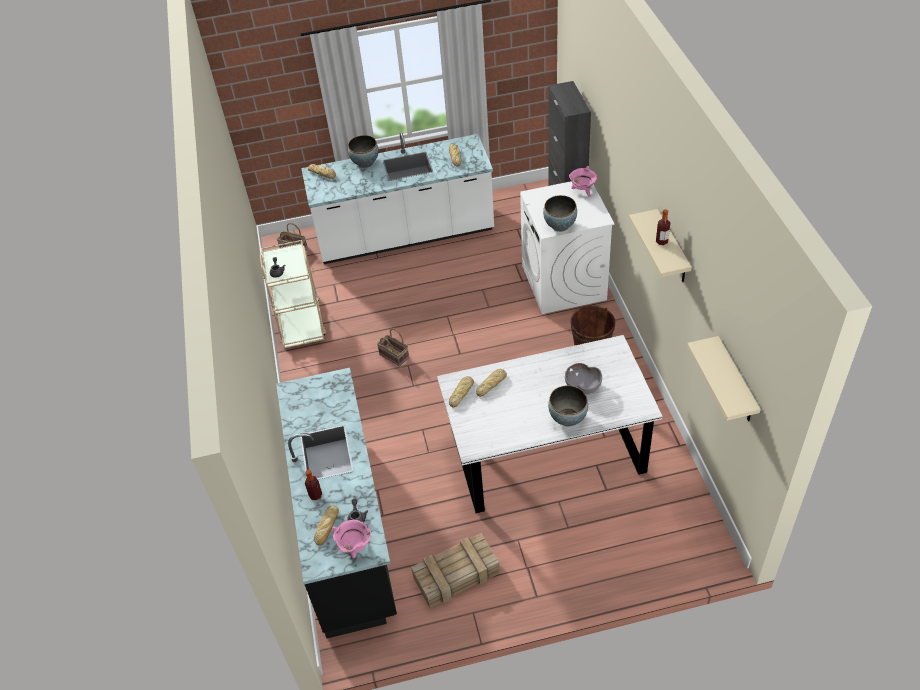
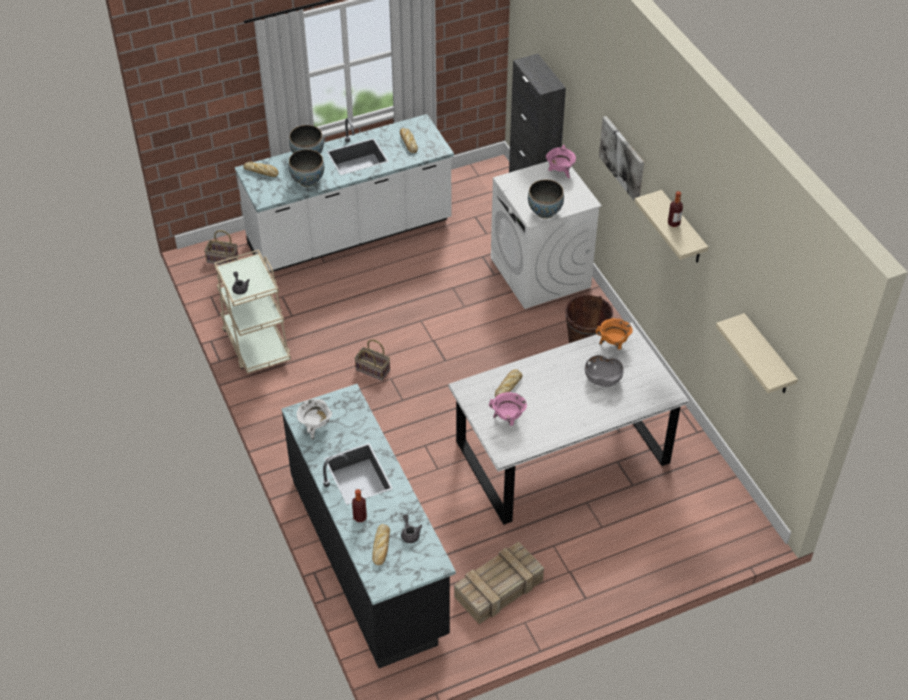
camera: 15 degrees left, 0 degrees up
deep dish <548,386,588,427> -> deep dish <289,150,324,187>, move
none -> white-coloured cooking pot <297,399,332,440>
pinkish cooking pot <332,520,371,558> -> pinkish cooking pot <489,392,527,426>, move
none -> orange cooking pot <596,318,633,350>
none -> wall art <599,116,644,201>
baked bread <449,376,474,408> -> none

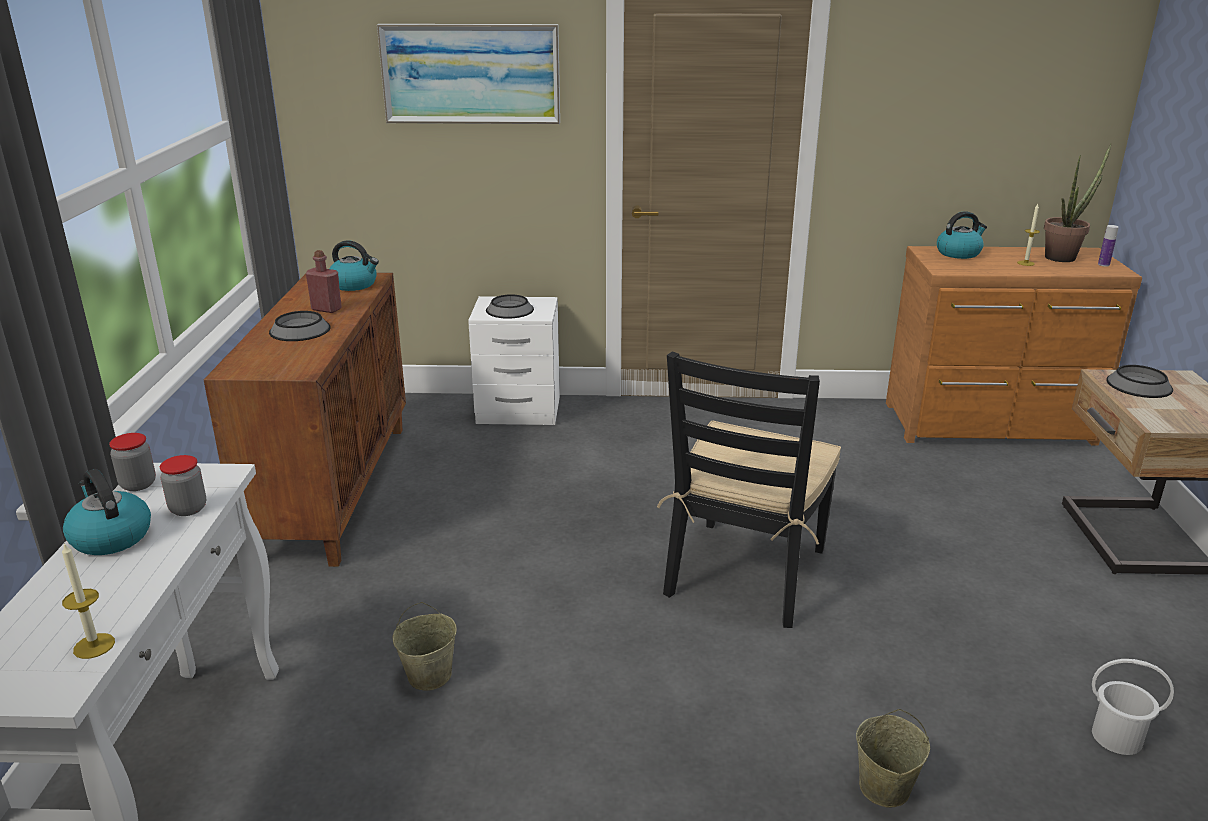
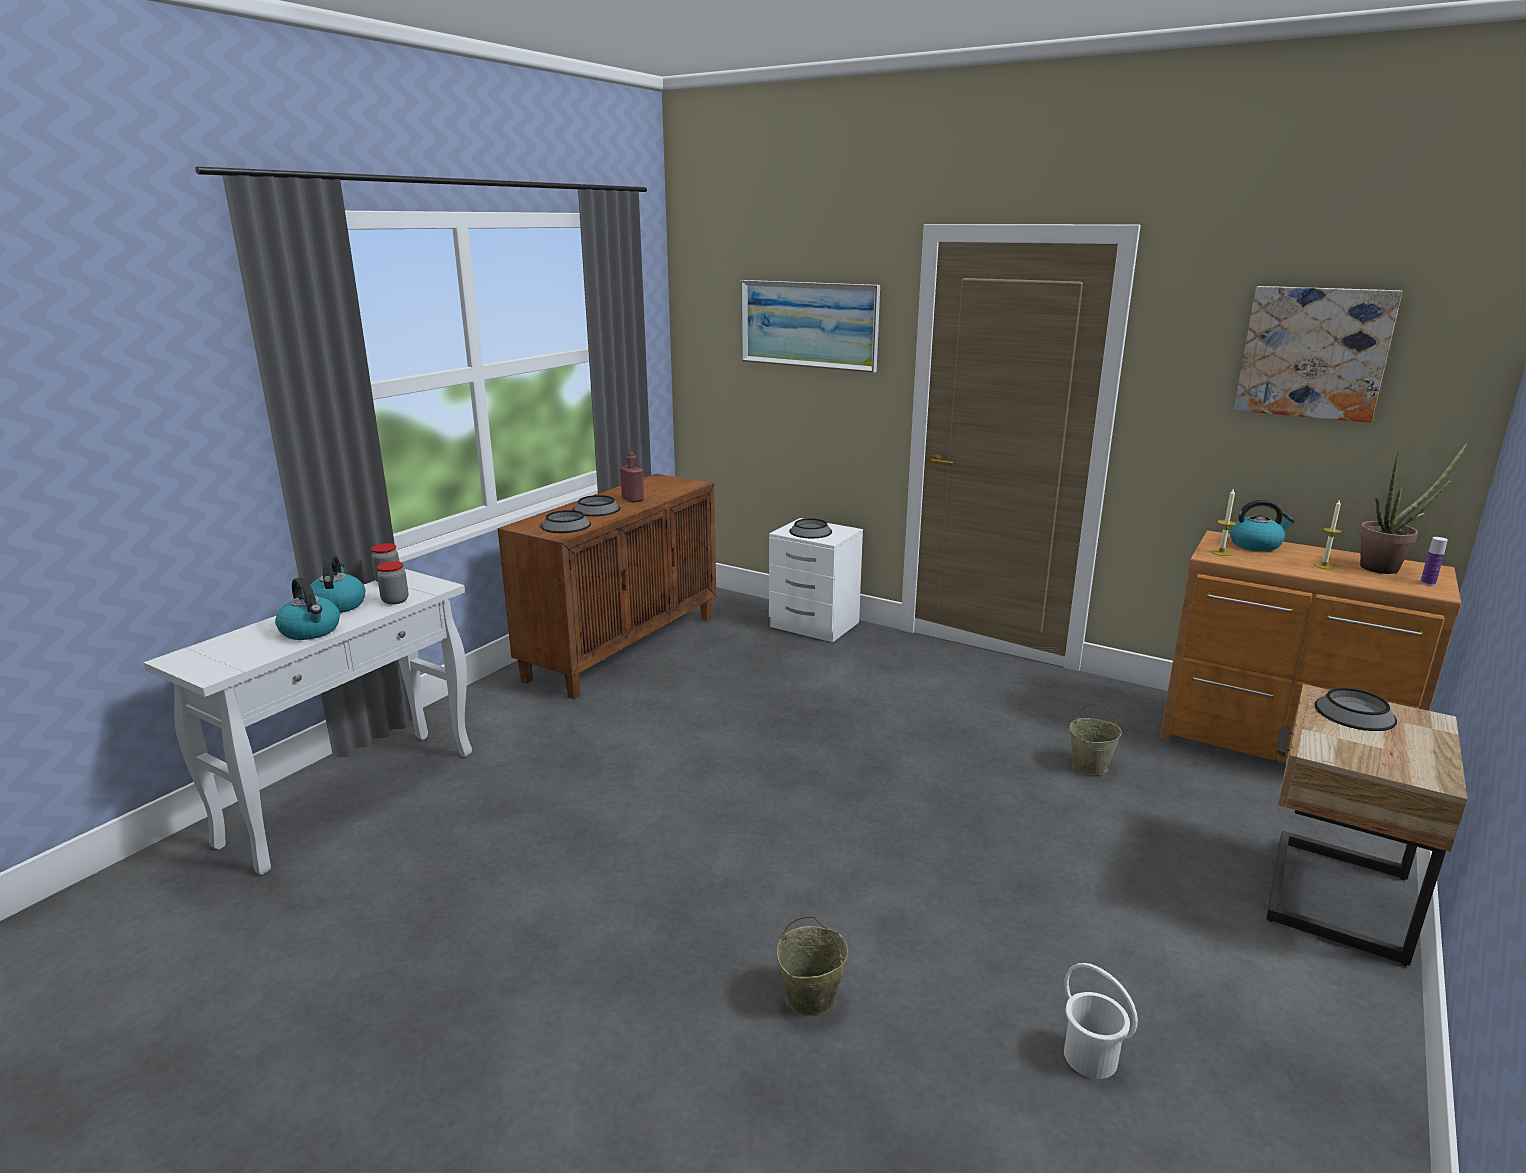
camera: 30 degrees right, 5 degrees down
water kettle <330,241,379,291> -> water kettle <275,577,340,640>, move
none -> deep dish <541,510,591,533>
sand-coloured water bucket <393,602,457,691> -> sand-coloured water bucket <1069,703,1122,775>, move
wax light <62,543,115,659> -> wax light <1210,489,1237,556>, move
none -> wall art <1234,286,1402,423>
black-coloured upright chair <657,351,841,628> -> none

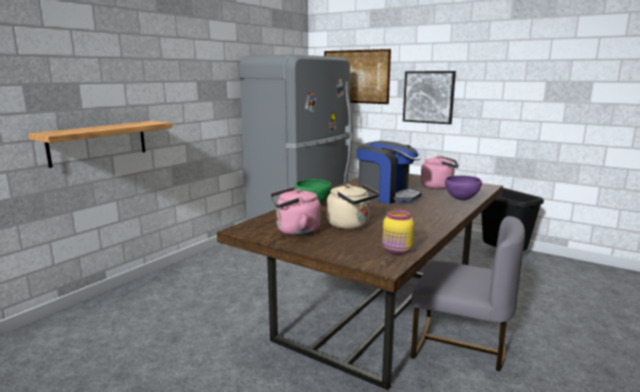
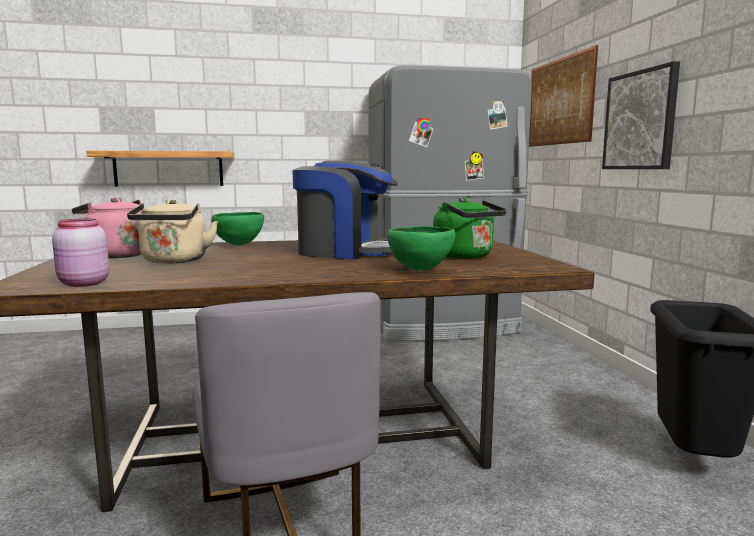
camera: 45 degrees right, 5 degrees down
yellow storage jar <382,209,414,255> -> pinkish storage jar <52,219,109,287>
coffee maker <357,141,422,204> -> coffee maker <292,160,398,259>, 60 degrees counterclockwise
purple deep dish <445,176,482,200> -> green-coloured deep dish <387,226,455,271>
pinkish water kettle <421,156,458,189> -> green-coloured water kettle <433,198,507,259>

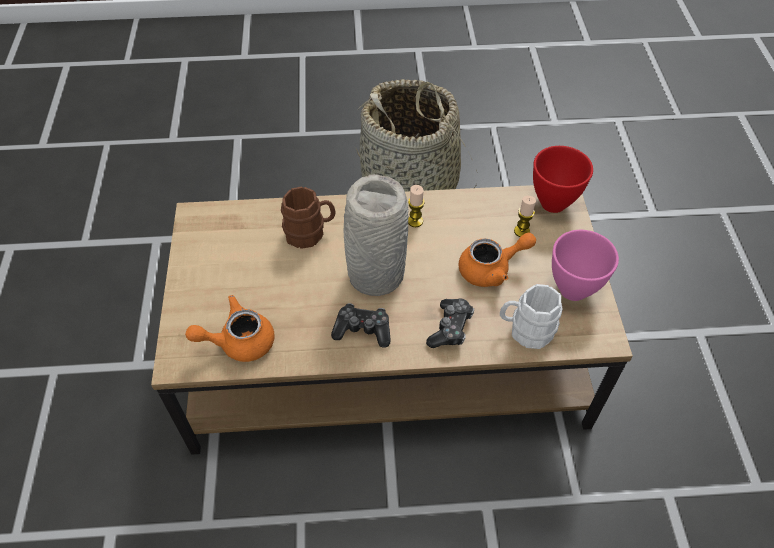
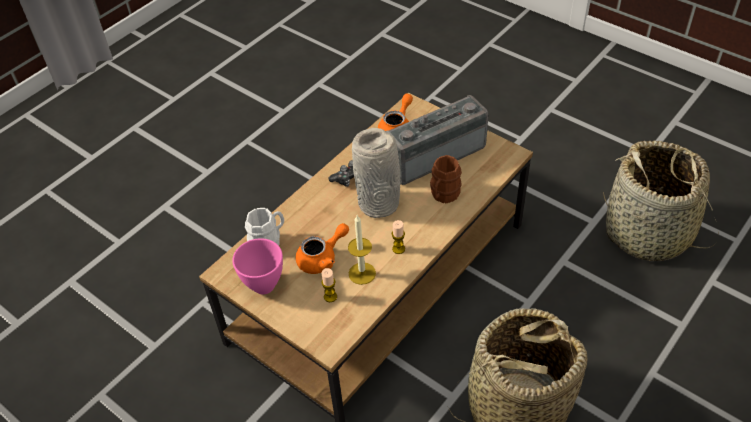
camera: 135 degrees right, 5 degrees down
orange teapot <459,232,536,287> -> orange teapot <296,223,349,274>, 150 degrees counterclockwise
none -> wax light <348,215,376,285>
none -> radio <386,95,489,185>
none -> household basket <603,140,719,261>
joypad <426,299,474,348> -> none
reddish deep dish <533,146,593,213> -> none

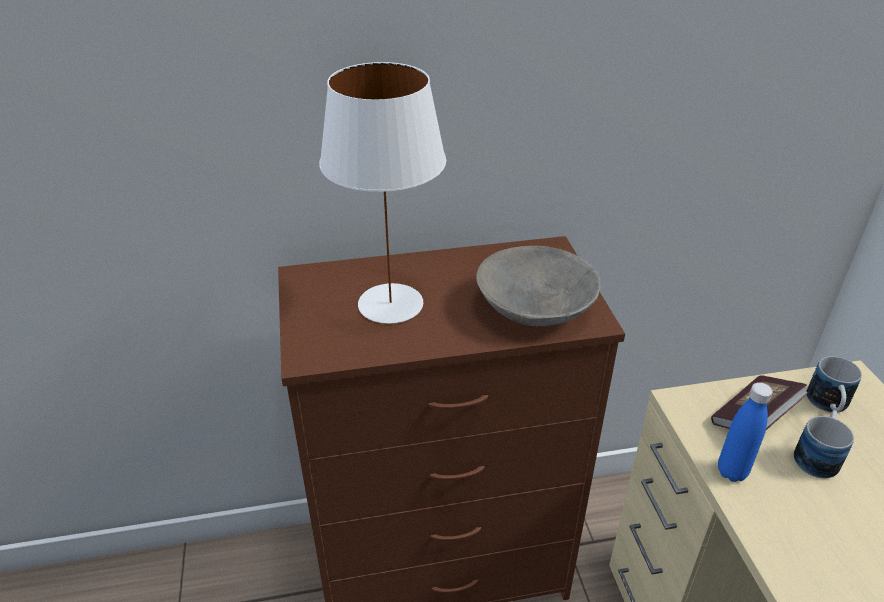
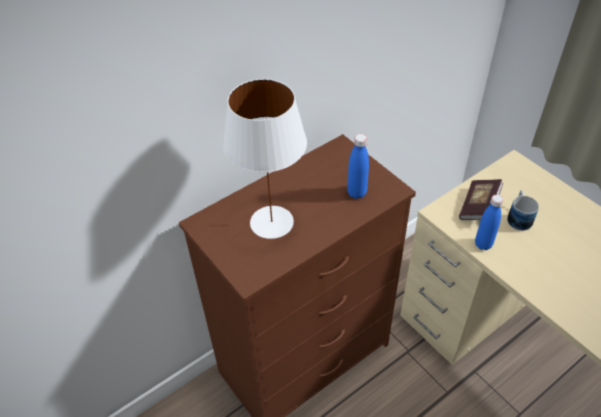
camera: 25 degrees left, 10 degrees up
greyish deep dish <476,246,601,326> -> blue-coloured beverage bottle <347,134,369,199>
tea mug <807,356,862,413> -> none

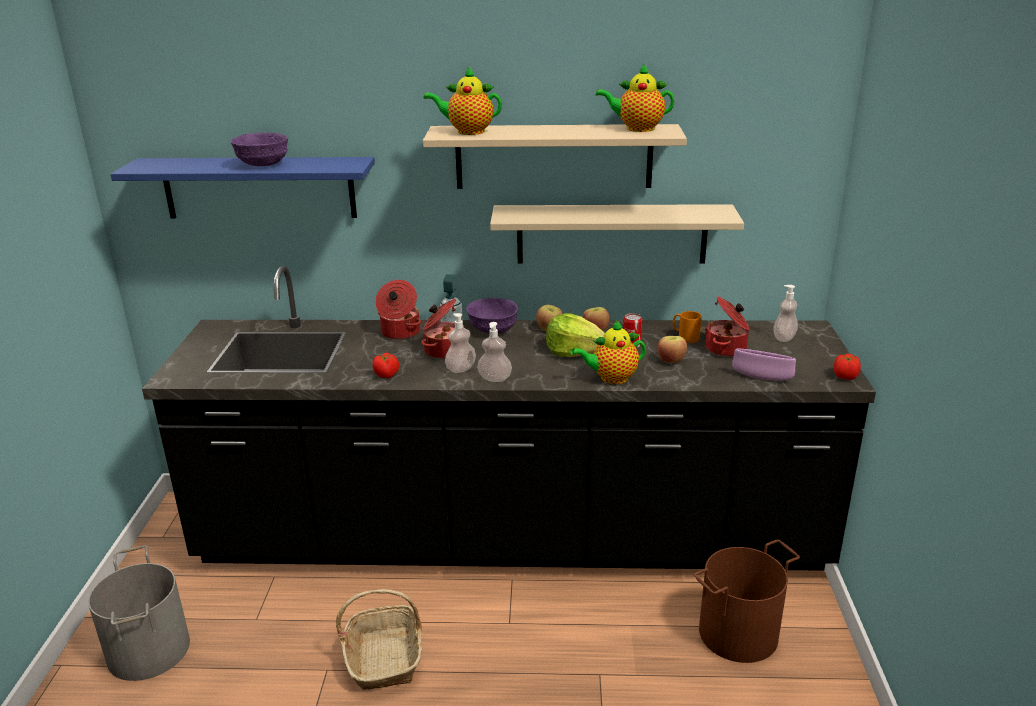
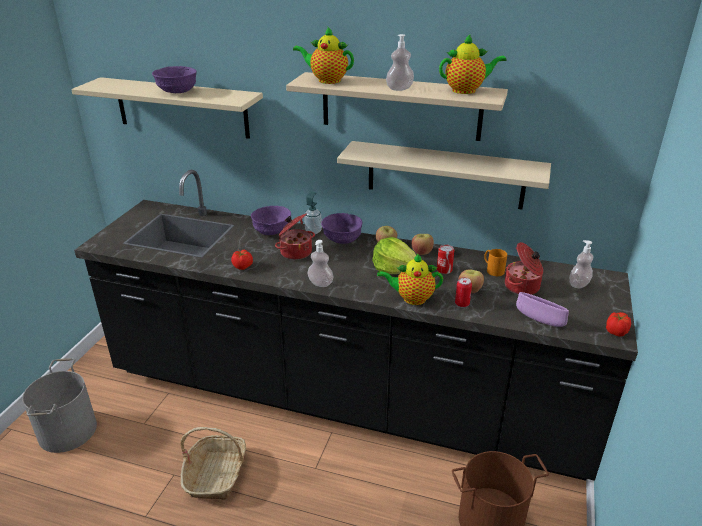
camera: 15 degrees right, 5 degrees up
blue-coloured wall shelf <110,157,375,218> -> sand-coloured wall shelf <71,77,263,139>
cooking pot <375,280,421,340> -> purple deep dish <251,206,291,235>
soap dispenser <445,313,476,373> -> soap dispenser <386,34,414,91>, move
teapot <596,63,675,132> -> teapot <439,34,506,94>, 150 degrees clockwise
none -> metal can <455,277,472,307>

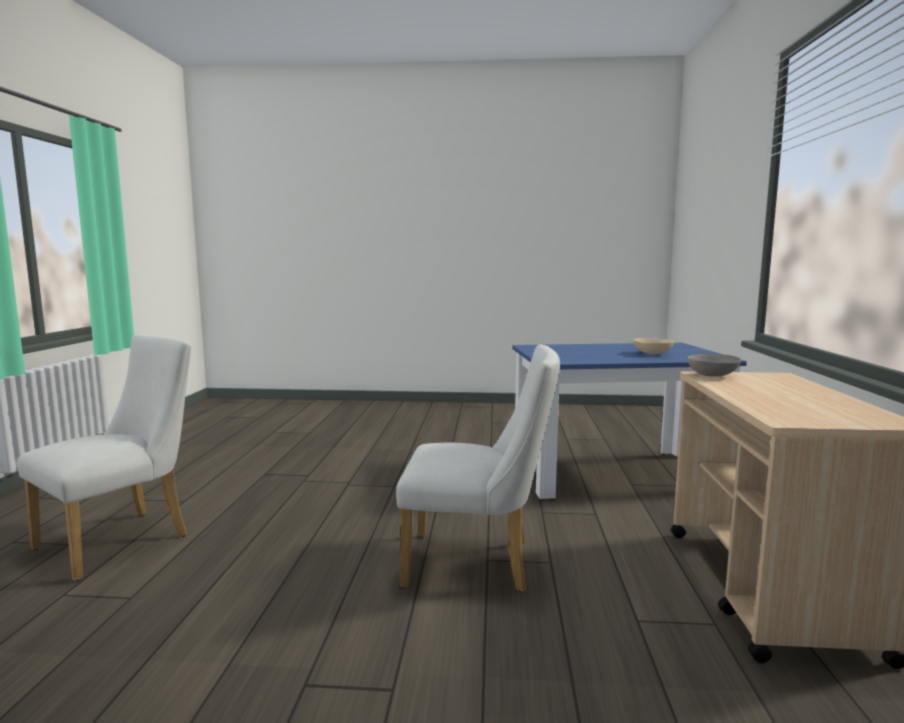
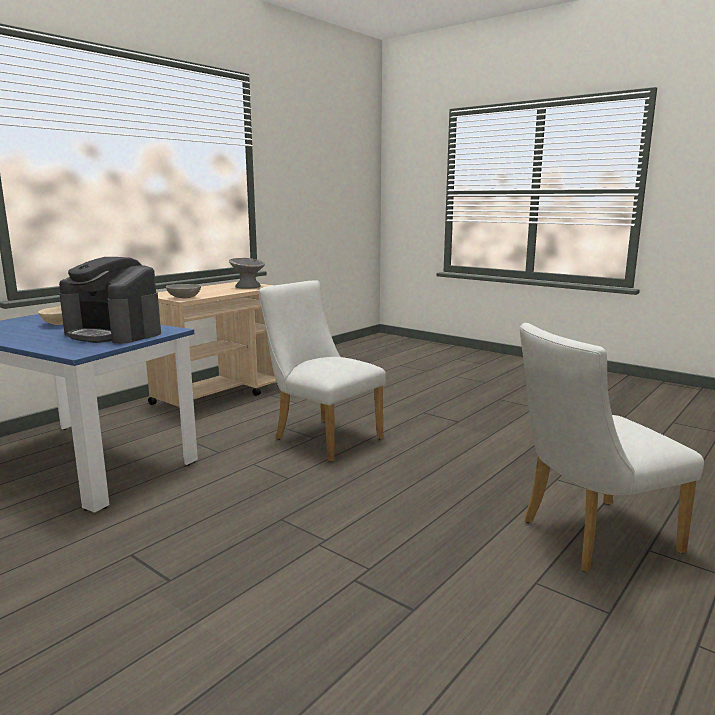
camera: 145 degrees left, 5 degrees up
none -> coffee maker <59,257,161,344>
none -> greyish deep dish <229,258,265,289>

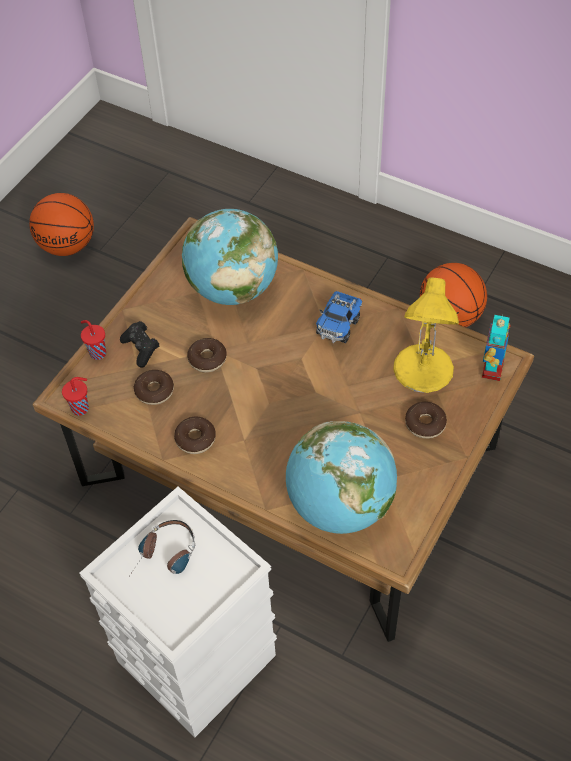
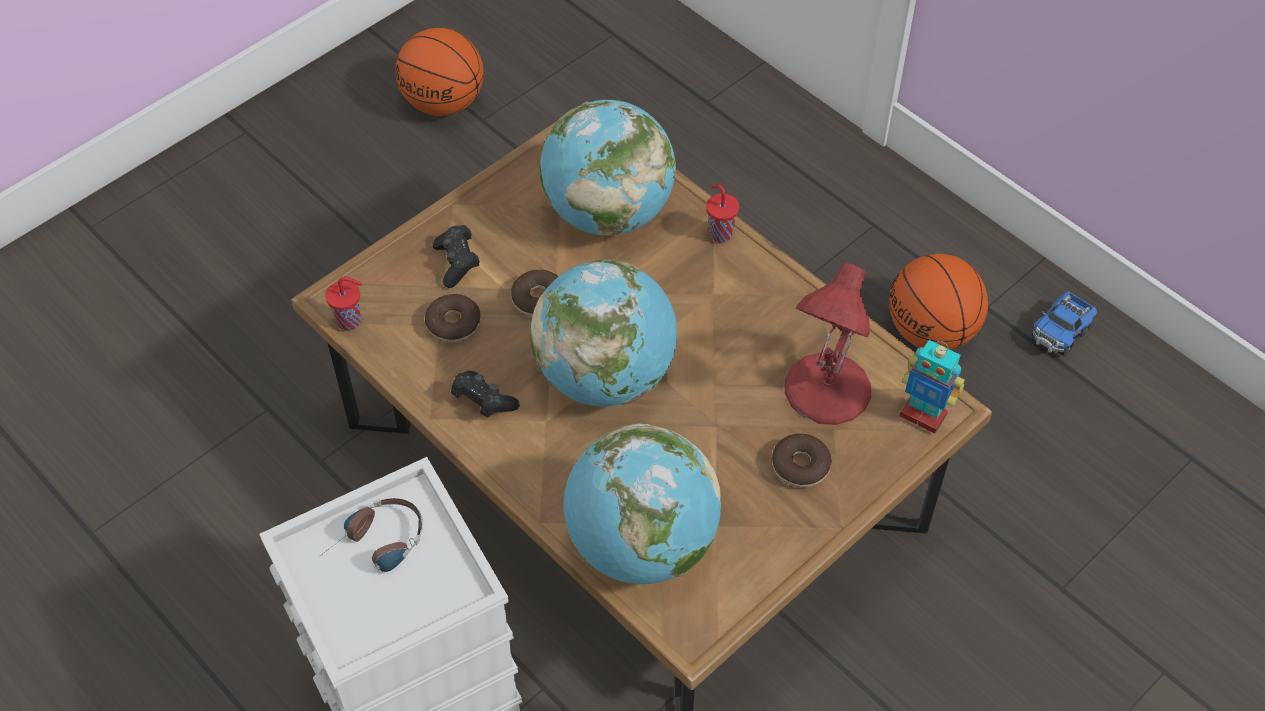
camera: 15 degrees right, 0 degrees up
donut <174,417,216,454> -> black-coloured joypad <451,371,520,418>
none -> world globe <530,260,677,407>
reddish drinking cup <81,320,106,360> -> reddish drinking cup <706,184,739,243>, move
yellow table lamp <393,278,459,393> -> reddish table lamp <785,262,871,425>
model robot <482,314,511,381> -> model robot <900,340,965,434>, 90 degrees clockwise
toy lorry <316,291,362,343> -> toy lorry <1031,291,1097,356>, move

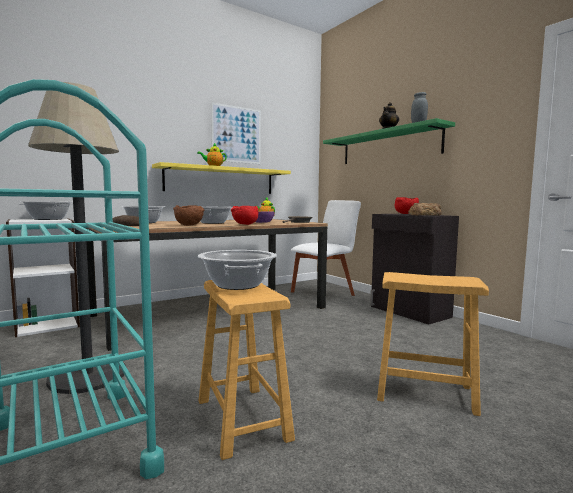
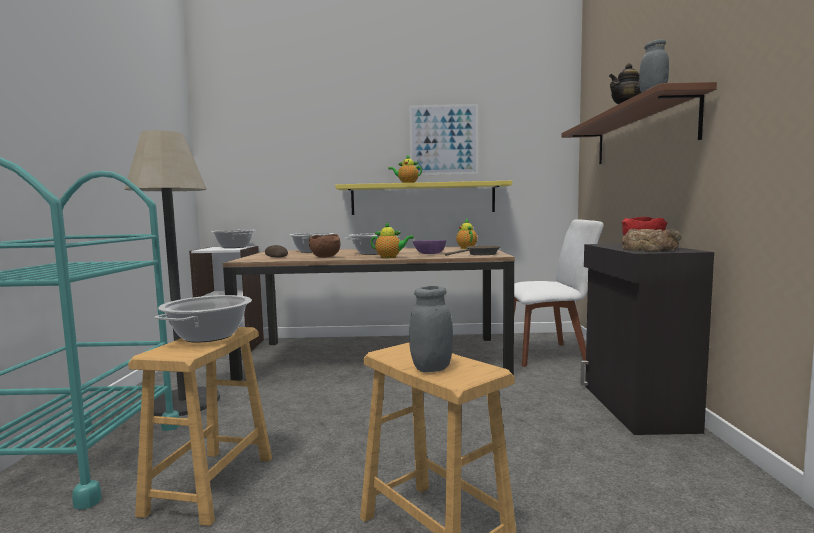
camera: 35 degrees right, 0 degrees up
reddish deep dish <231,206,259,225> -> teapot <371,222,414,258>
none -> greyish storage jar <409,286,453,372>
green-coloured wall shelf <323,118,455,164> -> brown wall shelf <562,82,717,164>

